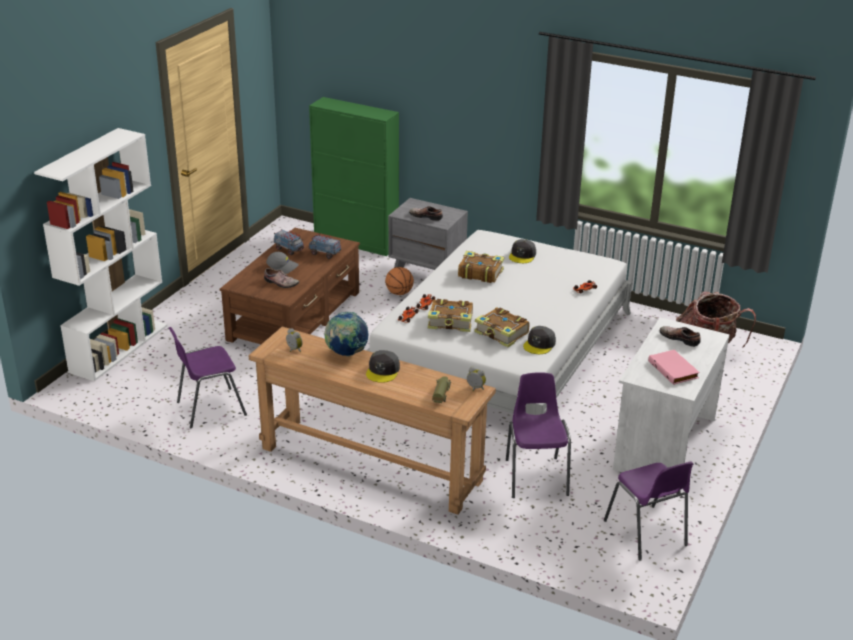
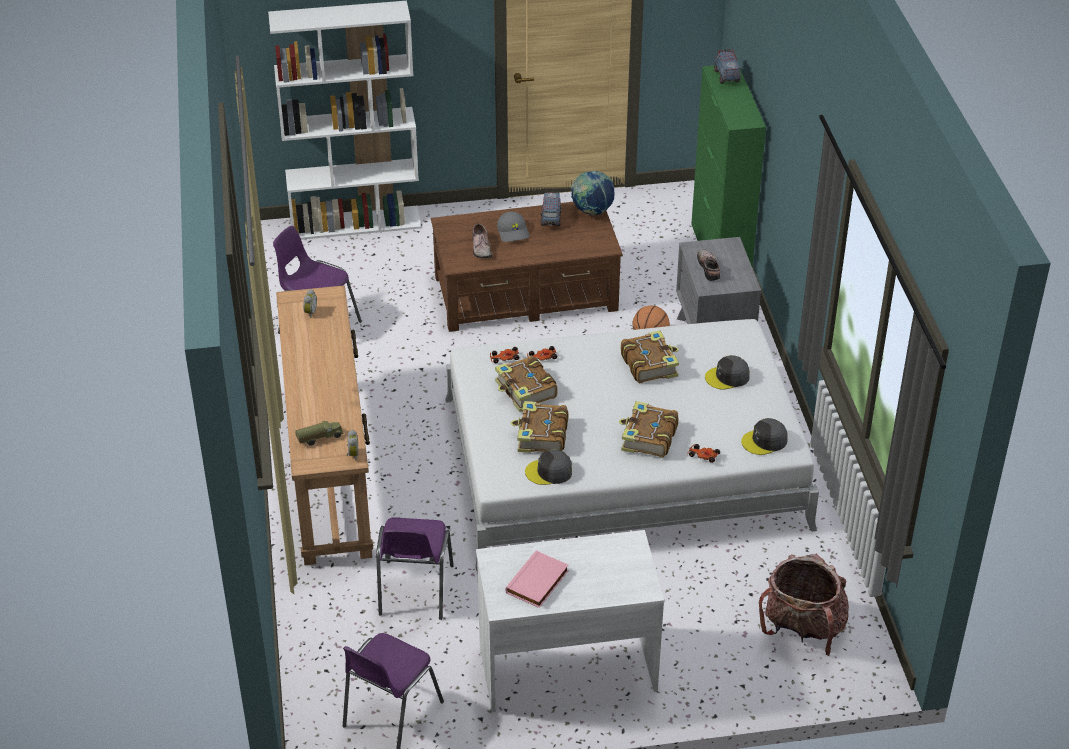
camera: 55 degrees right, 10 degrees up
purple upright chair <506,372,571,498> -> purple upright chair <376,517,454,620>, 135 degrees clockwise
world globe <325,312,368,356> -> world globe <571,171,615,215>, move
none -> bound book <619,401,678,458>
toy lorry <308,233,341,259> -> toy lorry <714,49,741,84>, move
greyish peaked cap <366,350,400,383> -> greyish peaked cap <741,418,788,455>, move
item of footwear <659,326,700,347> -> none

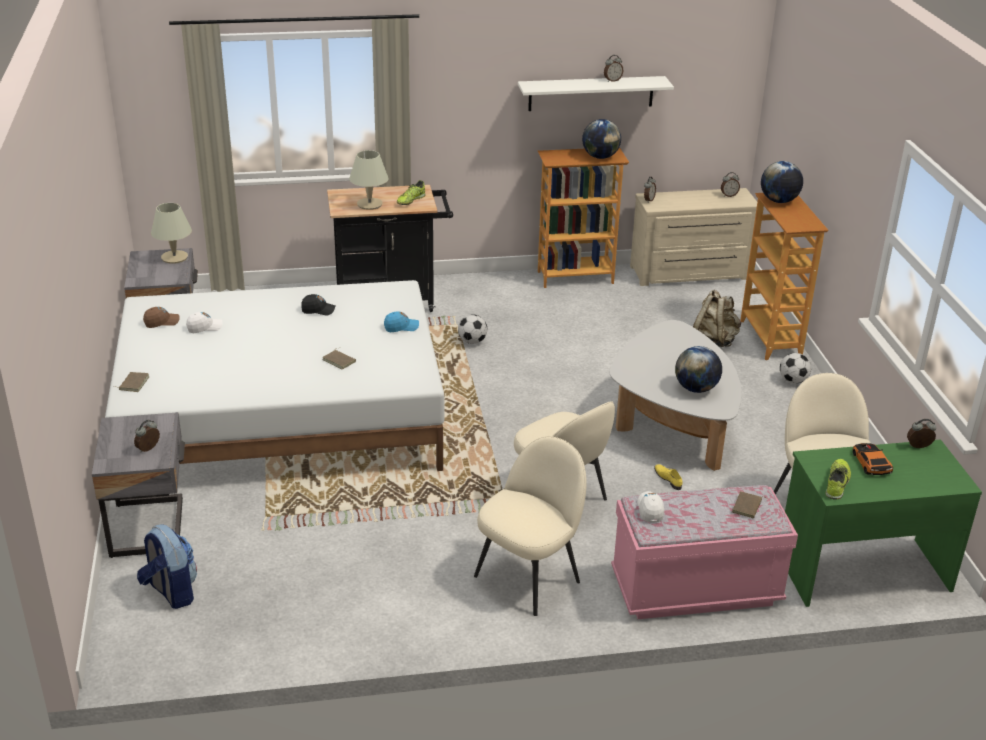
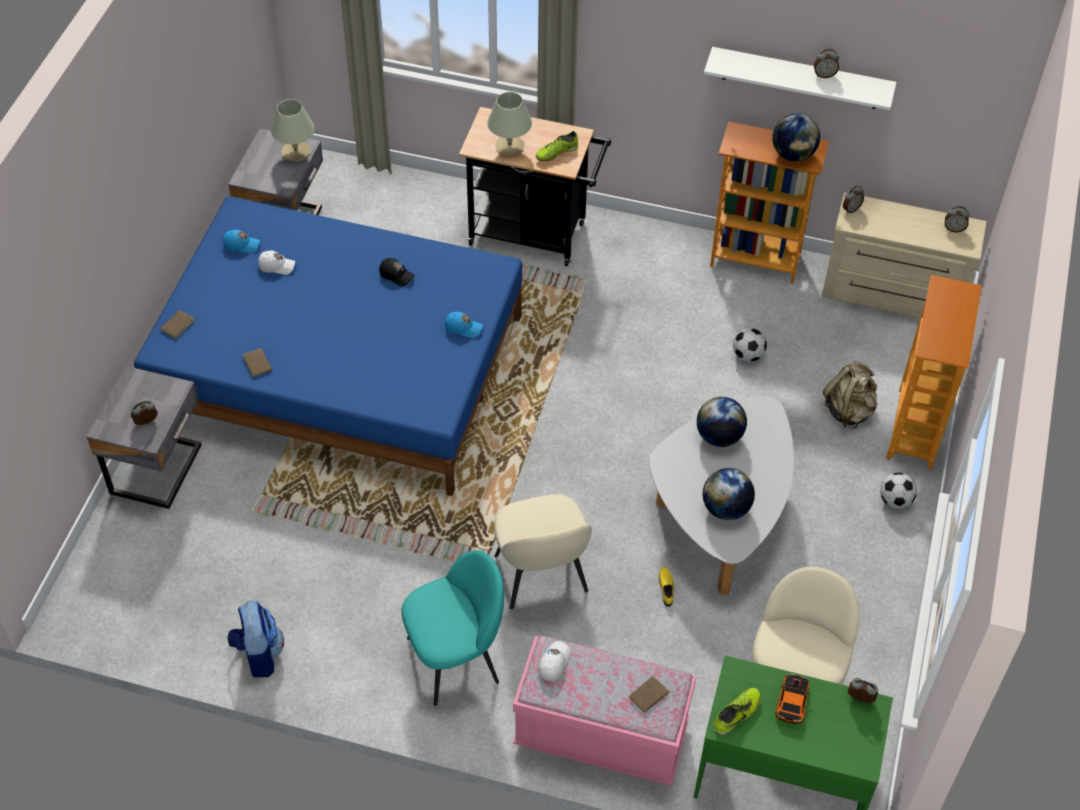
camera: 25 degrees right, 20 degrees up
white-coloured sleeping bed <105,280,444,471> -> blue-coloured sleeping bed <134,196,522,496>
brown peaked cap <143,307,179,328> -> blue-coloured peaked cap <223,230,260,254>
rucksack <137,524,197,609> -> rucksack <227,600,284,677>, move
brown bound book <322,348,356,369> -> brown bound book <243,346,272,377>, move
sand-coloured upright chair <474,436,586,616> -> blue-green upright chair <402,550,504,706>
world globe <761,161,803,203> -> world globe <697,397,747,447>, move
football ball <458,314,487,344> -> football ball <733,328,767,362>, move

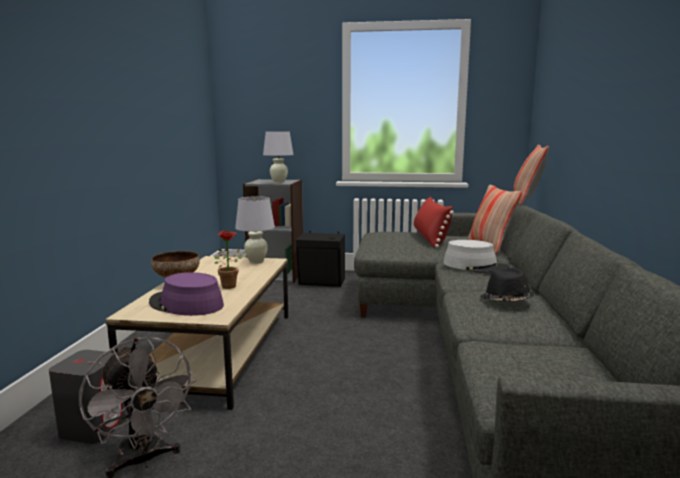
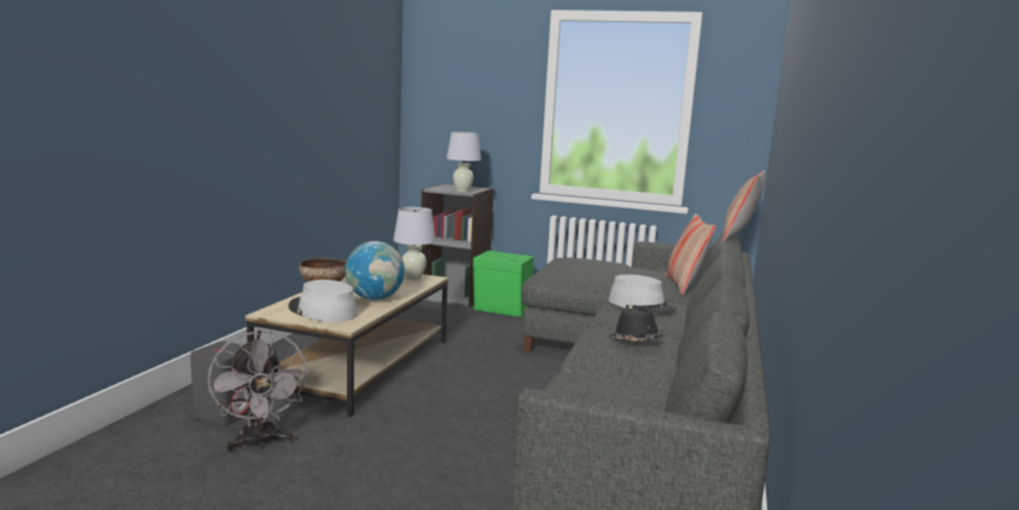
camera: 10 degrees right, 0 degrees up
purple hat <149,272,224,316> -> greyish hat <288,280,358,322>
houseplant <214,231,251,289> -> world globe <345,241,405,300>
black-coloured speaker <296,231,345,287> -> green-coloured speaker <473,249,534,317>
reddish throw pillow <414,196,454,248> -> none

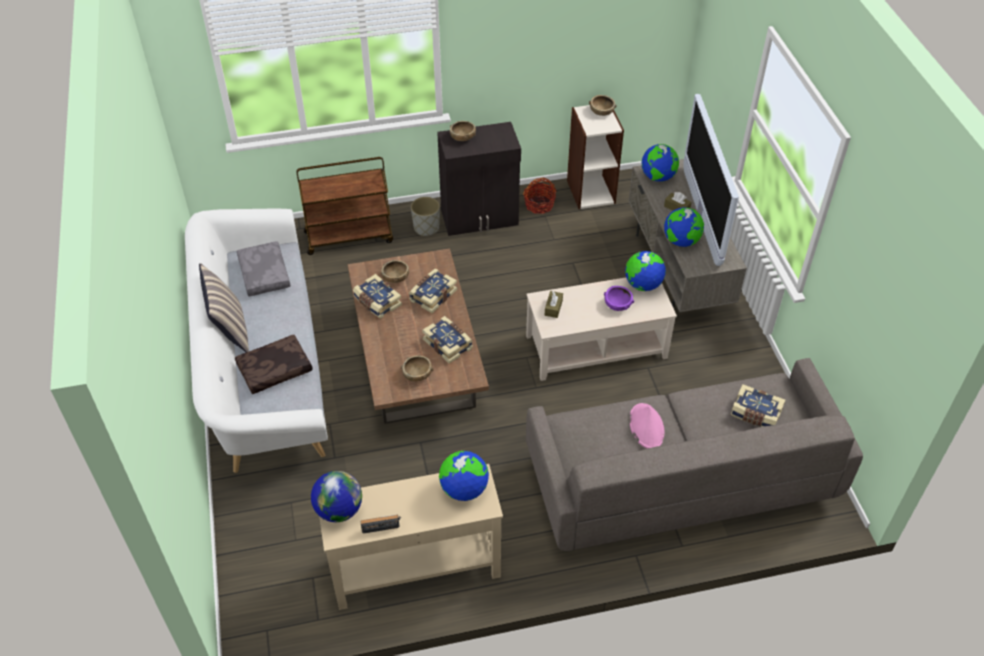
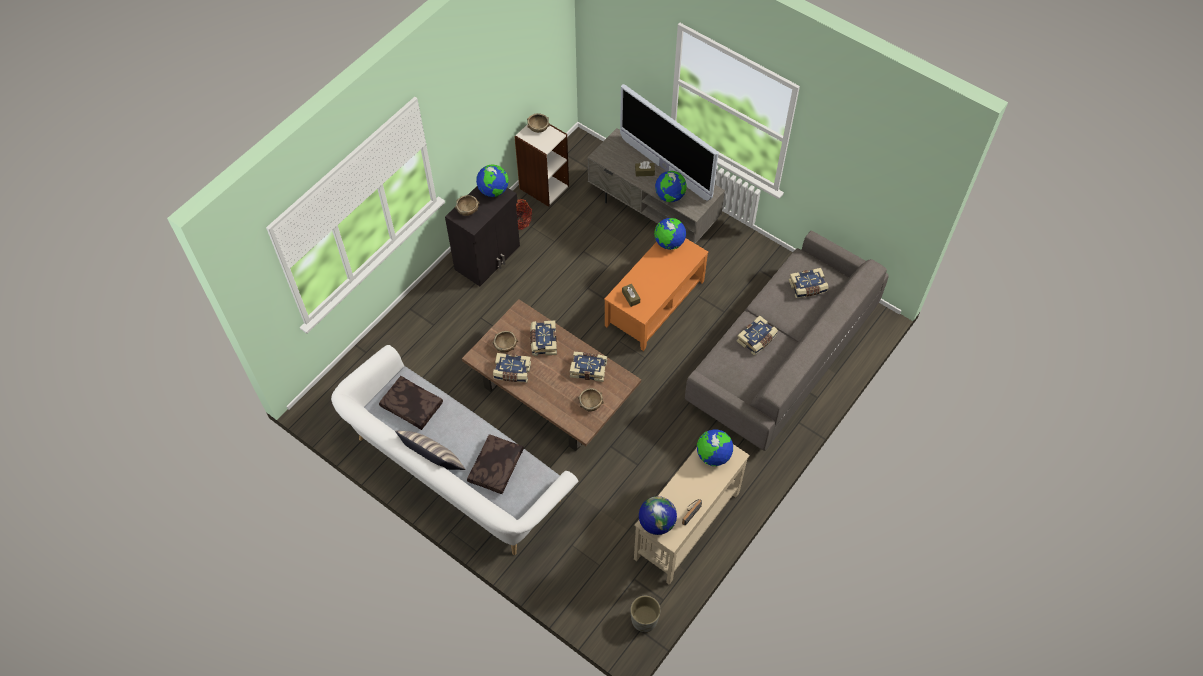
camera: 40 degrees left, 10 degrees up
greyish throw pillow <237,241,290,296> -> brown throw pillow <379,376,443,430>
world globe <642,144,679,182> -> world globe <476,164,509,197>, move
sand-coloured low table <526,277,677,381> -> orange low table <604,238,708,351>
greyish plant pot <411,197,440,236> -> greyish plant pot <630,596,661,632>, move
pinkish hat <630,403,665,449> -> bound book <736,315,778,355>
brown cart <296,157,393,255> -> none
purple deep dish <604,286,634,311> -> none

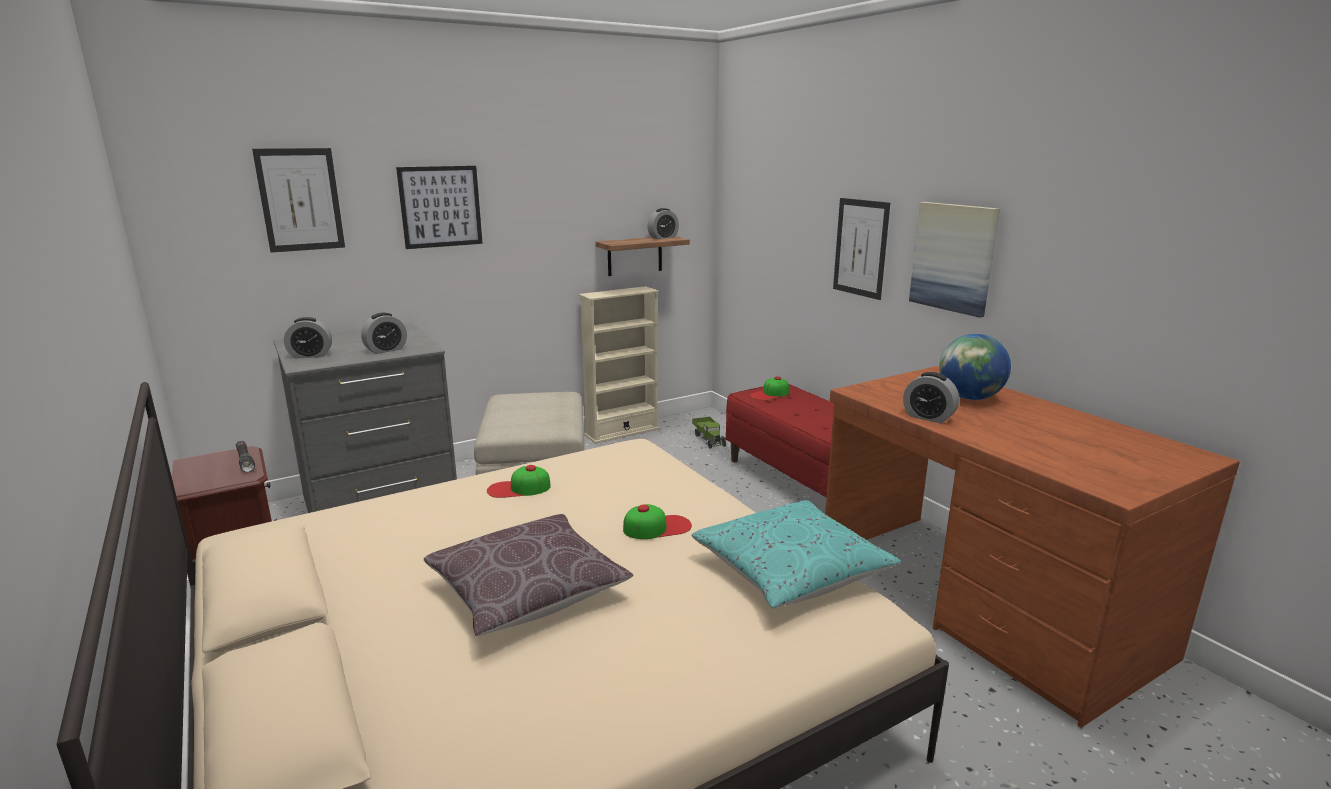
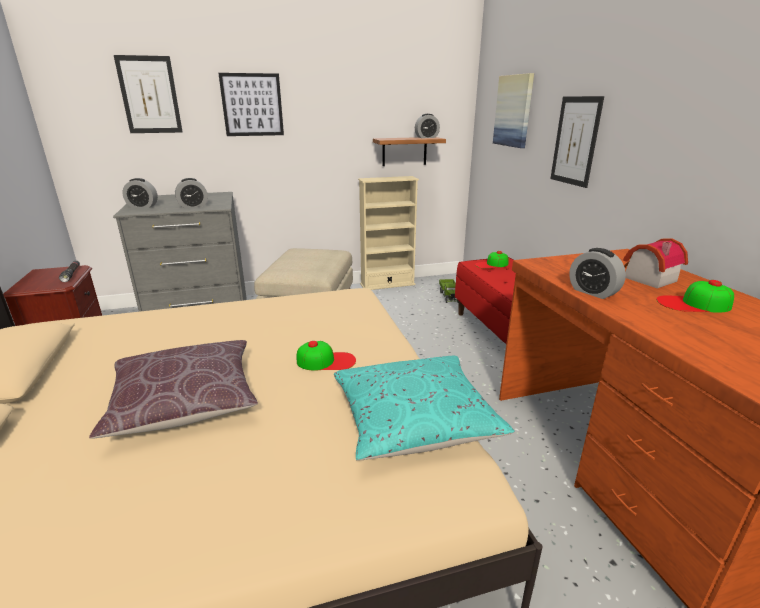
camera: 15 degrees right, 5 degrees up
wall art <909,202,1000,317> -> wall art <493,73,534,148>, move
world globe <939,334,1011,400> -> model house <623,238,688,289>
peaked cap <487,465,551,498> -> peaked cap <656,280,734,313>, move

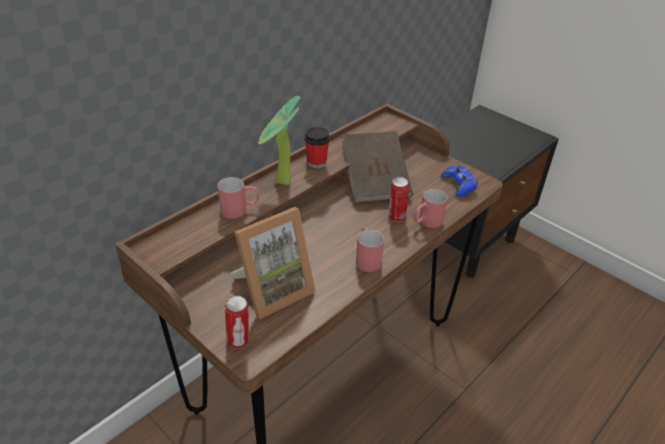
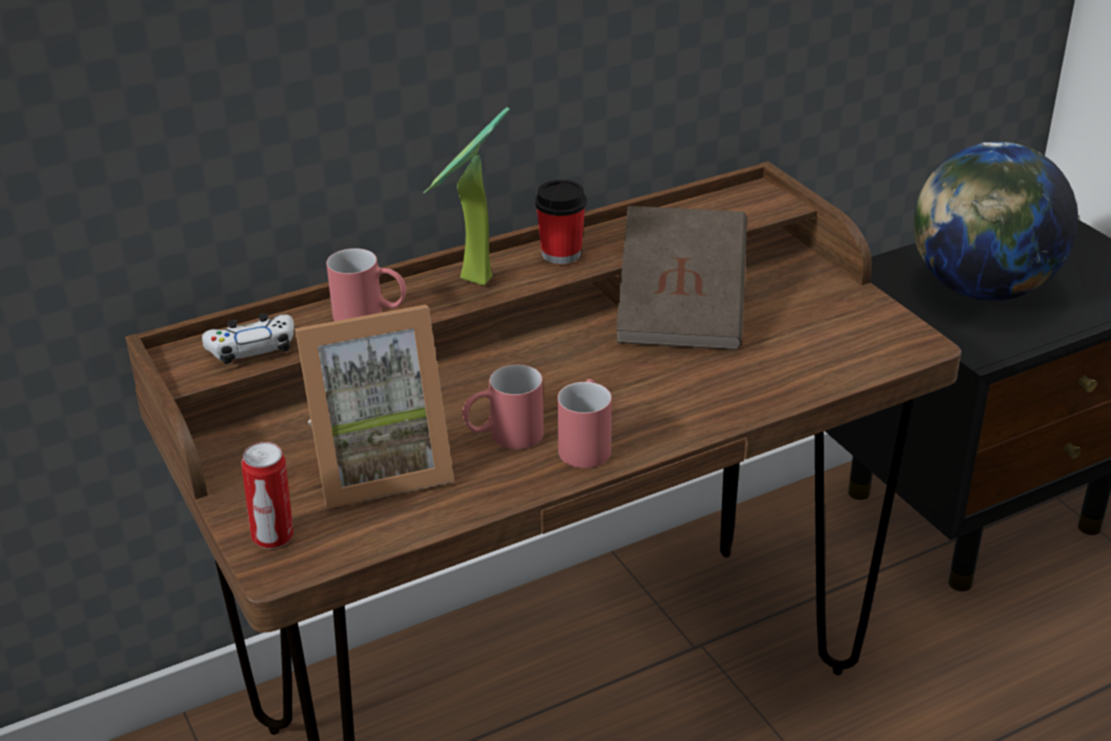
camera: 20 degrees right, 5 degrees down
none -> white-coloured joypad <202,313,294,364>
reddish tea mug <413,189,447,228> -> reddish tea mug <462,364,544,449>, move
none -> world globe <914,142,1078,301>
metal can <389,177,409,222> -> none
blue-coloured joypad <441,166,478,197> -> none

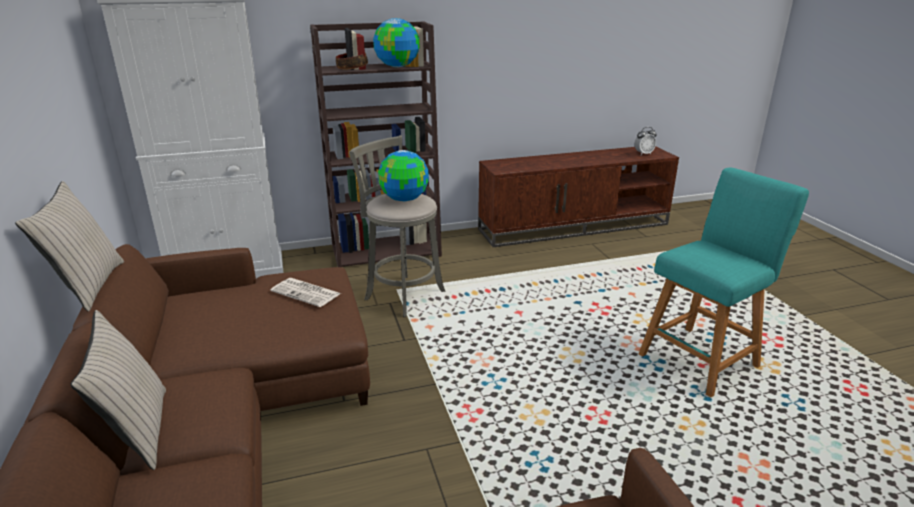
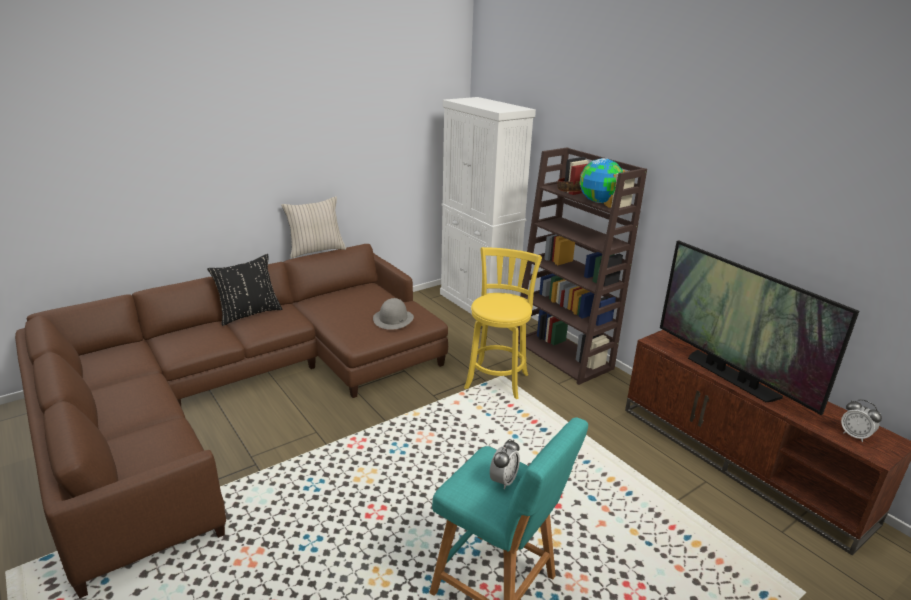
camera: 70 degrees right, 0 degrees up
sand-coloured throw pillow <71,310,166,470> -> black-coloured throw pillow <207,254,282,326>
newspaper <270,278,341,307> -> greyish hat <373,298,414,330>
greyish sitting stool <349,135,446,317> -> yellow sitting stool <464,247,542,399>
none -> bedside clock <490,439,520,490>
none -> television <660,240,859,415>
world globe <378,150,429,201> -> none

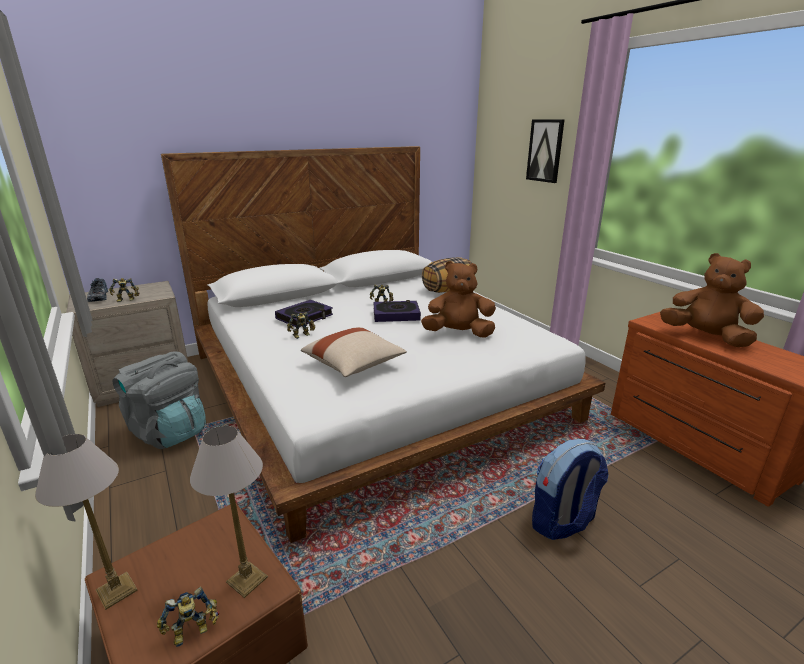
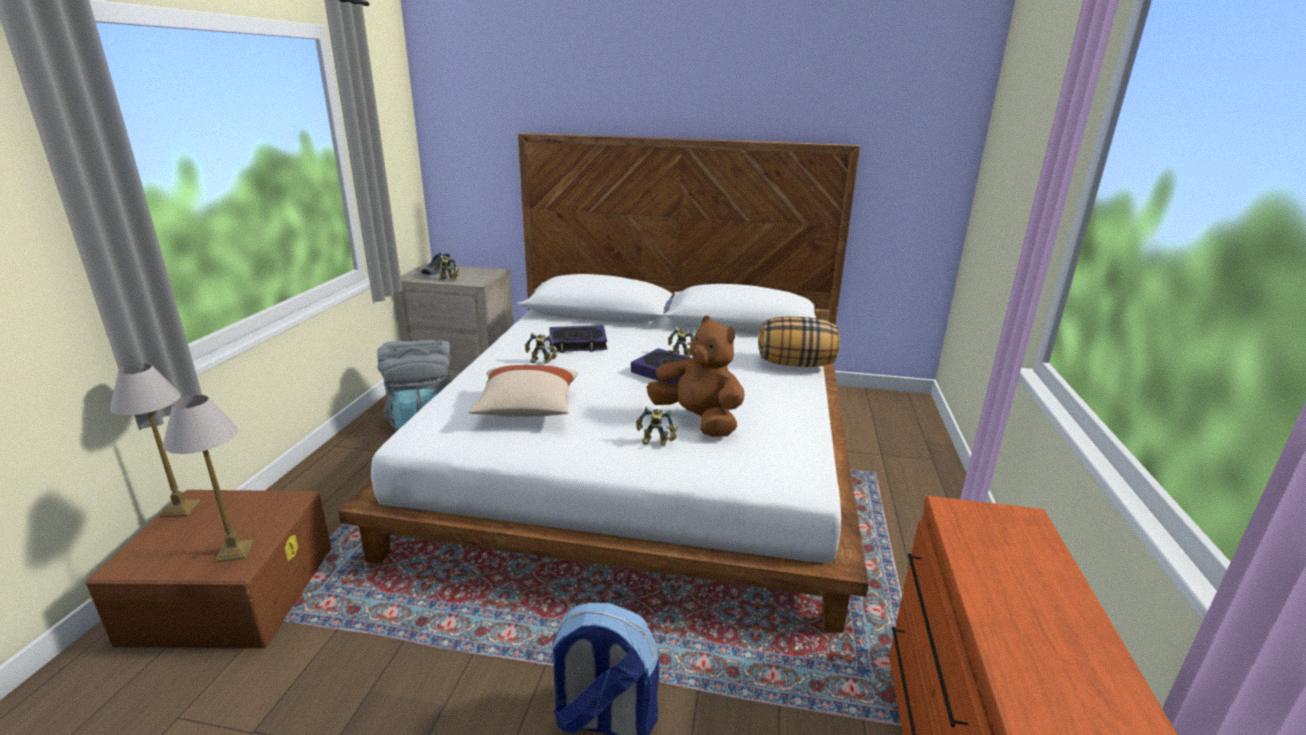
camera: 40 degrees right, 0 degrees up
model robot <157,587,219,647> -> model robot <636,406,678,446>, move
wall art <526,119,565,183> -> none
brown soft toy <660,253,764,347> -> none

